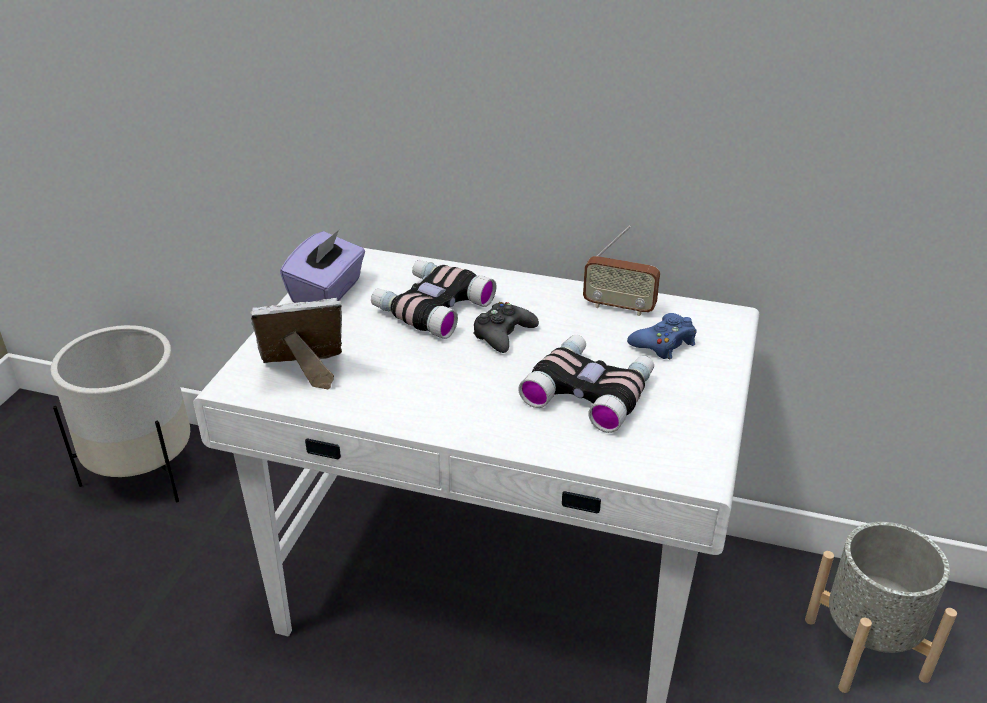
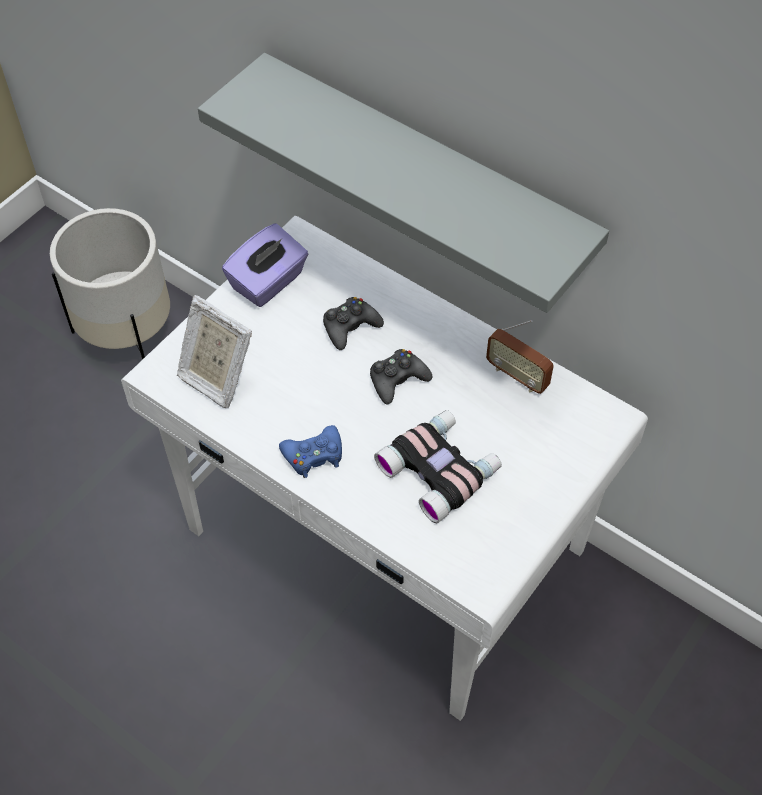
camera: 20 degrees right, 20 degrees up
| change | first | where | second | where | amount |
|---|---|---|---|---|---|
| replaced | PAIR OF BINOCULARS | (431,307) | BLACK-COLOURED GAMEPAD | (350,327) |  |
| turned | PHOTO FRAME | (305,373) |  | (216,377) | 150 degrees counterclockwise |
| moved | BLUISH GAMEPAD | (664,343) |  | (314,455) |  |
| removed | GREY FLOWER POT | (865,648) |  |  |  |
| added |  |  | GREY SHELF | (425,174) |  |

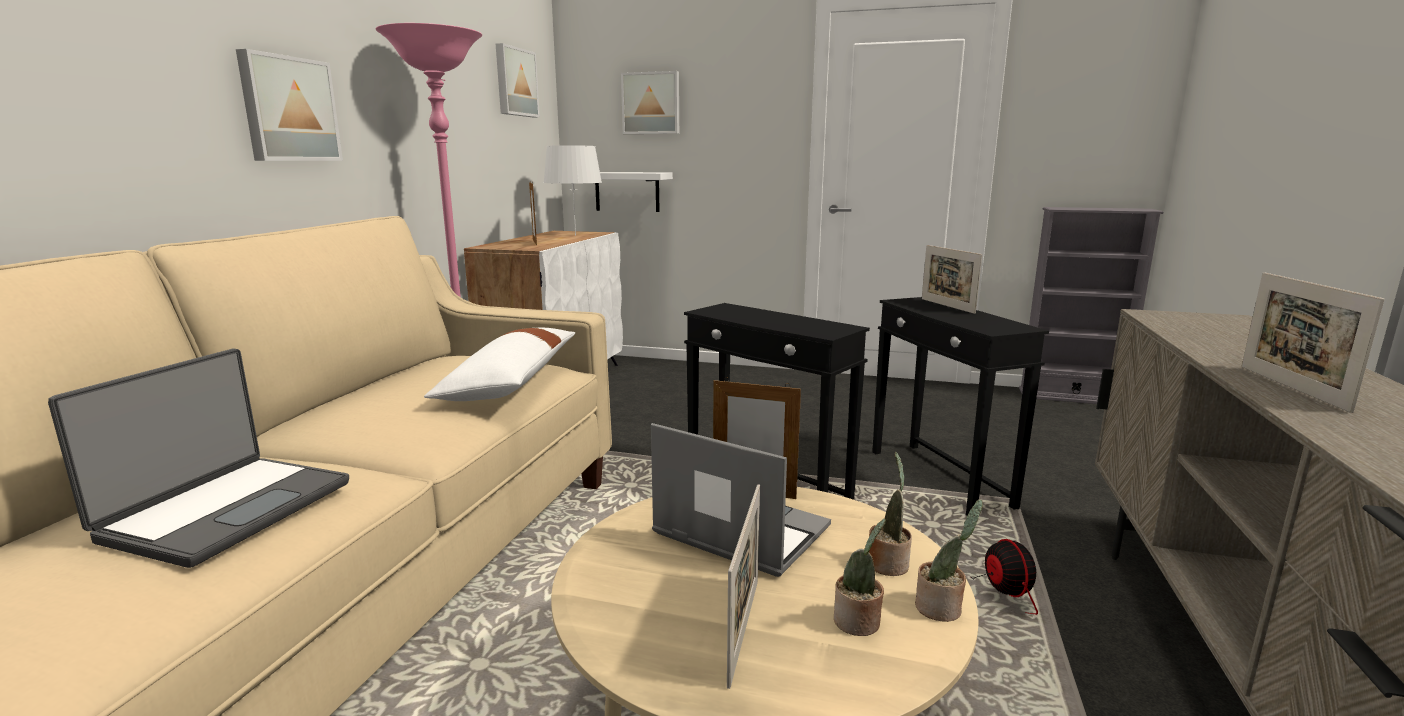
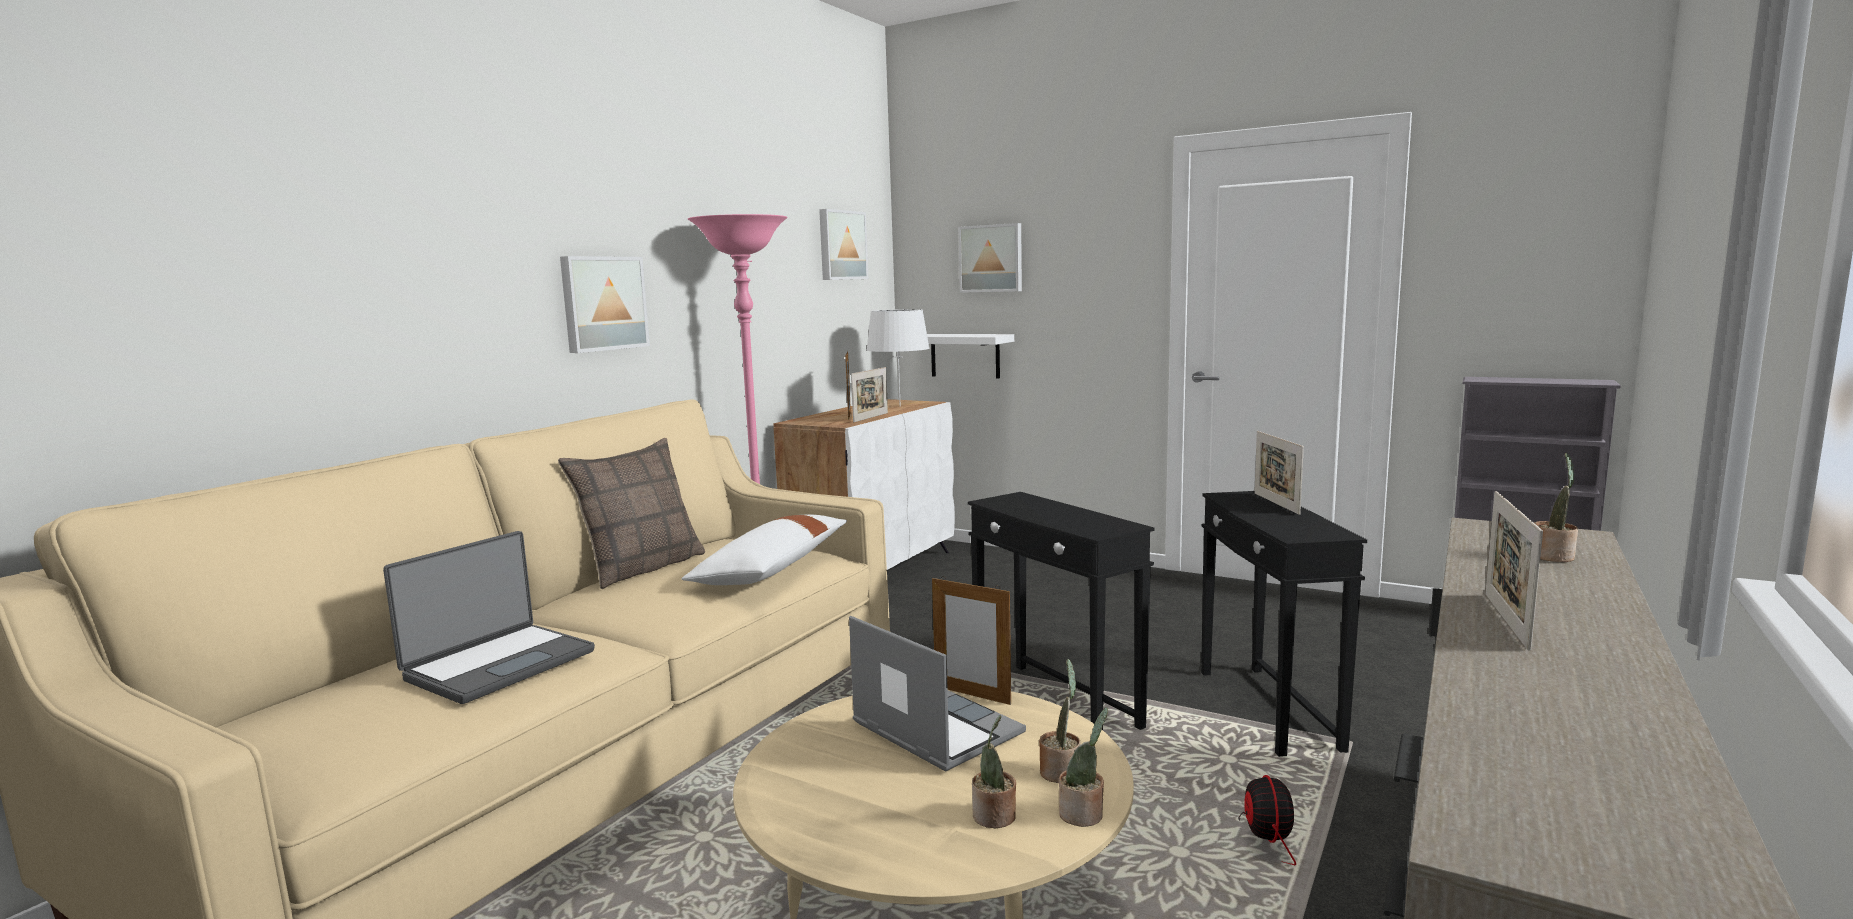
camera: 15 degrees right, 5 degrees down
| change | first | where | second | where | amount |
|---|---|---|---|---|---|
| moved | PHOTO FRAME | (743,629) |  | (871,417) |  |
| added |  |  | THROW PILLOW | (642,568) |  |
| added |  |  | HOUSEPLANT | (1553,556) |  |

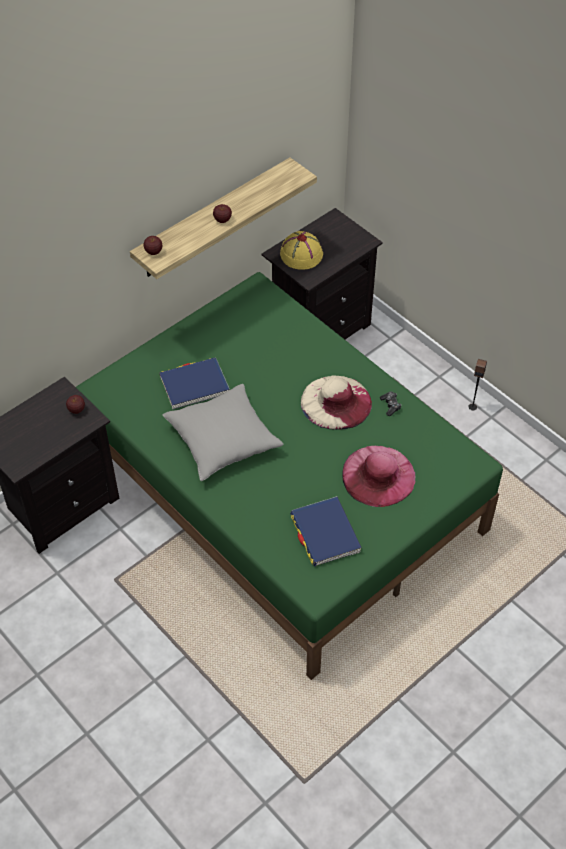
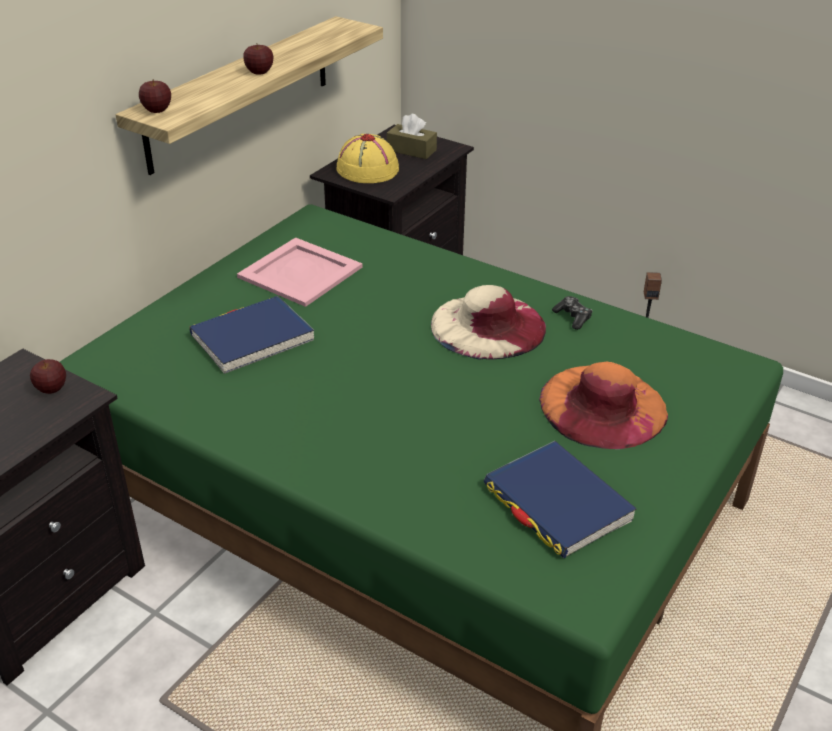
camera: 15 degrees left, 15 degrees down
| change | first | where | second | where | amount |
|---|---|---|---|---|---|
| removed | GREY THROW PILLOW | (223,440) |  |  |  |
| recoloured | PINKISH HAT | (378,475) | ORANGEY HAT | (602,406) |  |
| added |  |  | BROWN-COLOURED TISSUE BOX | (411,150) |  |
| added |  |  | PINKISH TRAY | (300,273) |  |

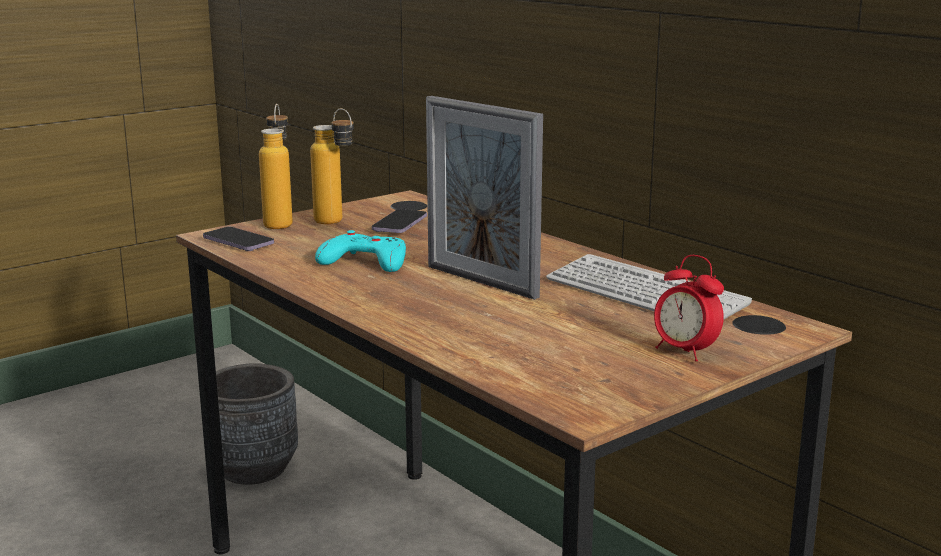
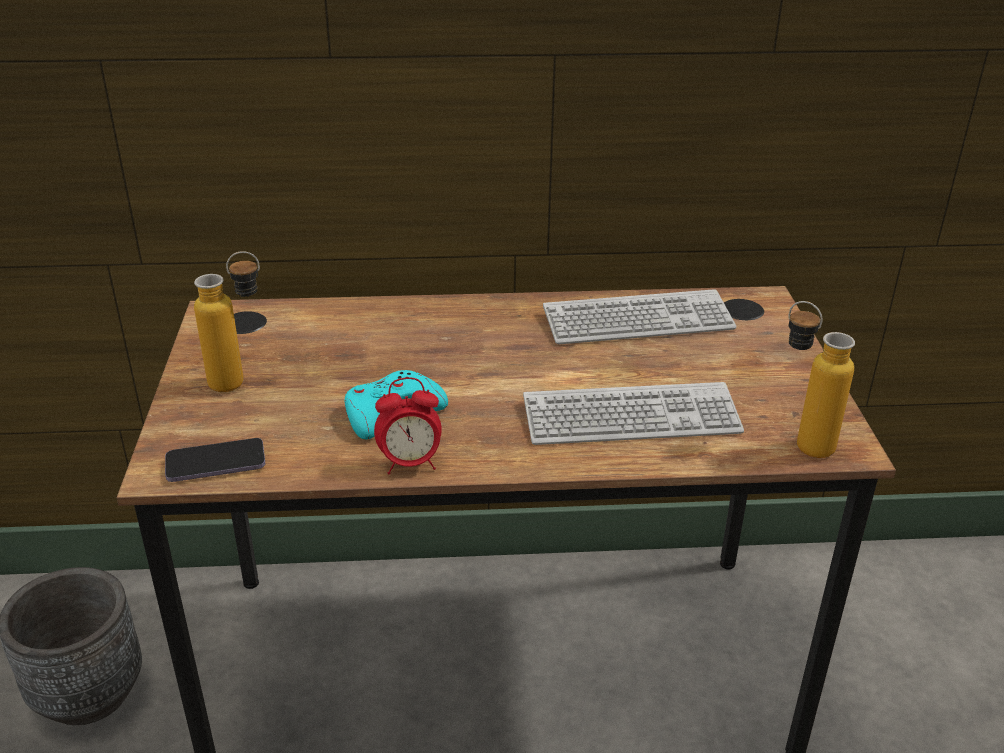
camera: 55 degrees left, 15 degrees up
| change | first | where | second | where | amount |
|---|---|---|---|---|---|
| removed | PHOTO FRAME | (481,281) |  |  |  |
| moved | DRINK BOTTLE | (280,222) |  | (800,442) |  |
| removed | HANDSET | (400,224) |  |  |  |
| moved | BEDSIDE CLOCK | (685,352) |  | (410,463) |  |
| added |  |  | KEYBOARD | (631,417) |  |

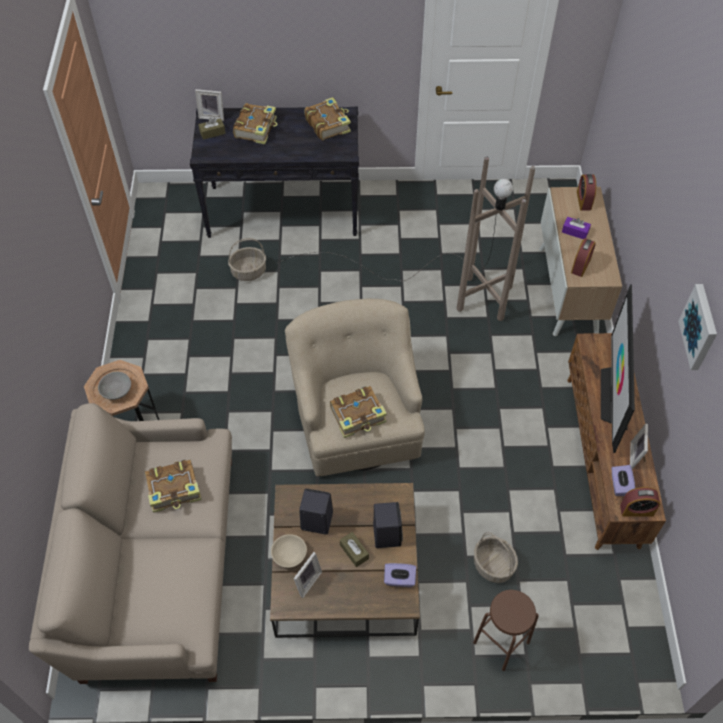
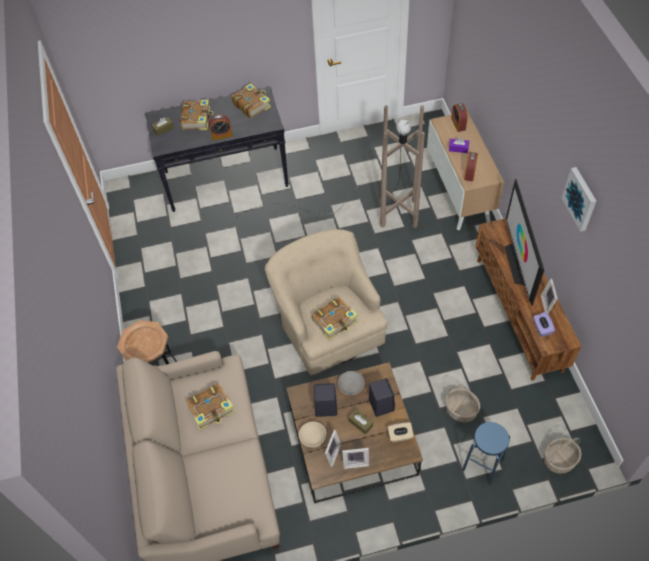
camera: 10 degrees left, 0 degrees up
| change | first | where | second | where | amount |
|---|---|---|---|---|---|
| moved | PHOTO FRAME | (212,115) |  | (355,461) |  |
| moved | STORAGE BASKET | (249,271) |  | (559,459) |  |
| moved | GREY BOWL | (116,391) |  | (351,386) |  |
| moved | BEDSIDE CLOCK | (636,510) |  | (221,135) |  |
| recoloured | PURPLE-COLOURED TISSUE BOX | (399,579) | BEIGE TISSUE BOX | (400,436) |  |
| recoloured | BROWN-COLOURED STOOL SEAT | (501,643) | BLUISH STOOL SEAT | (482,465) |  |

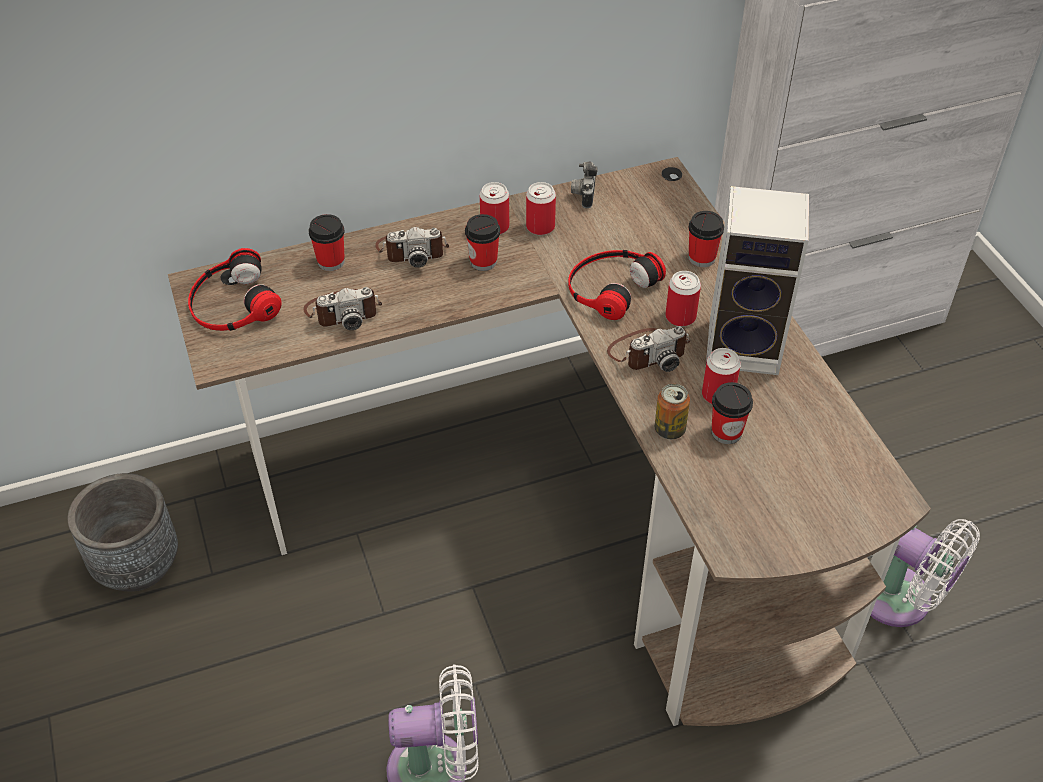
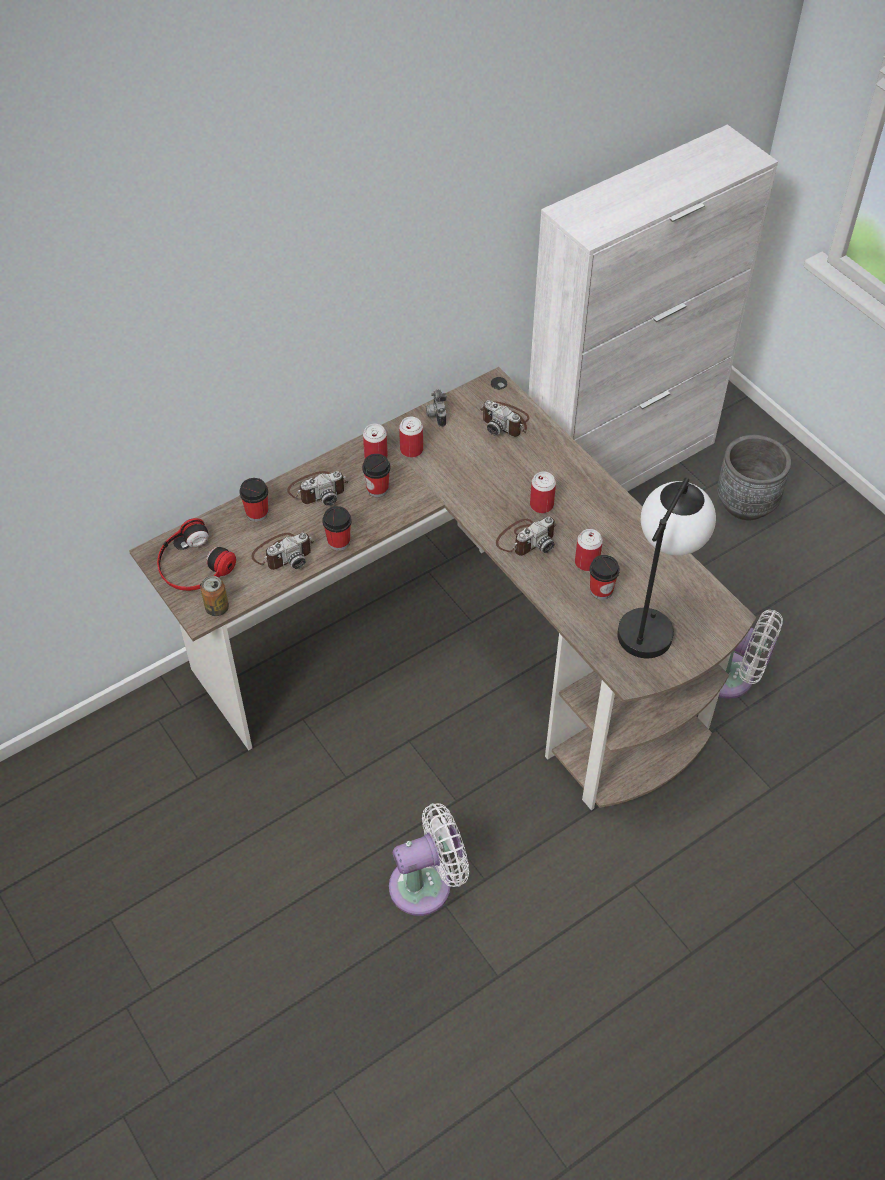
camera: 15 degrees left, 5 degrees up
| change | first | where | second | where | amount |
|---|---|---|---|---|---|
| removed | LOUDSPEAKER | (746,346) |  |  |  |
| moved | SMALL CUP | (701,258) |  | (339,542) |  |
| removed | PAIR OF HEADPHONES | (610,286) |  |  |  |
| moved | METAL CAN | (669,429) |  | (217,608) |  |
| moved | GREY FLOWER POT | (138,565) |  | (746,503) |  |
| added |  |  | STILL CAMERA | (505,421) |  |
| added |  |  | TABLE LAMP | (653,618) |  |

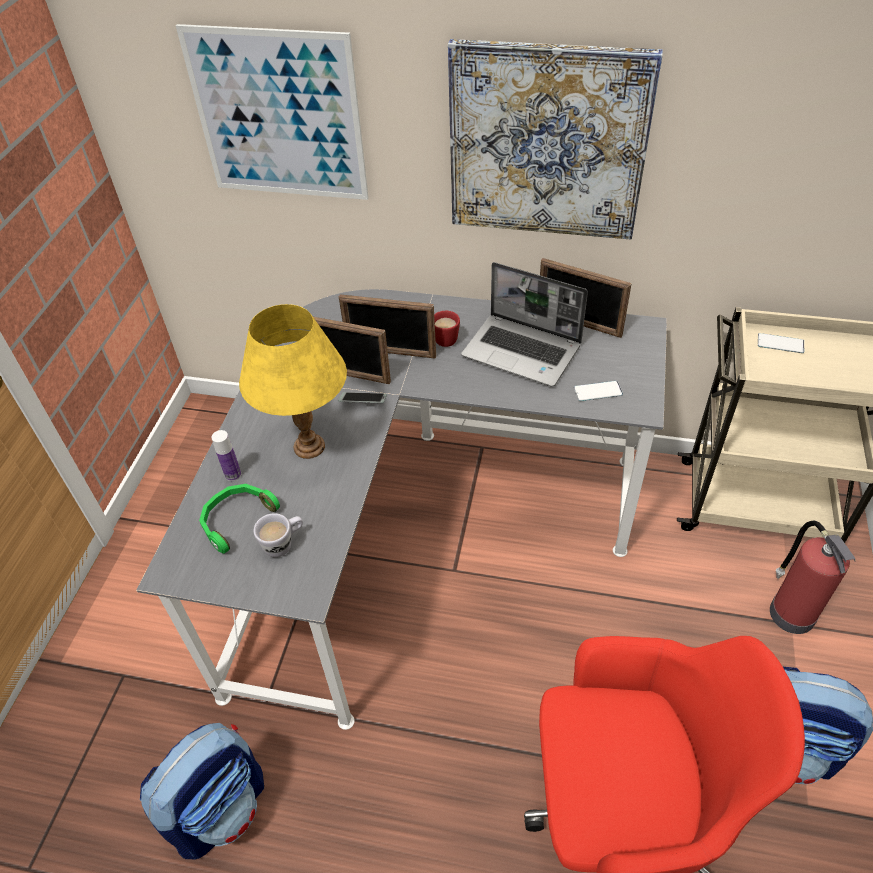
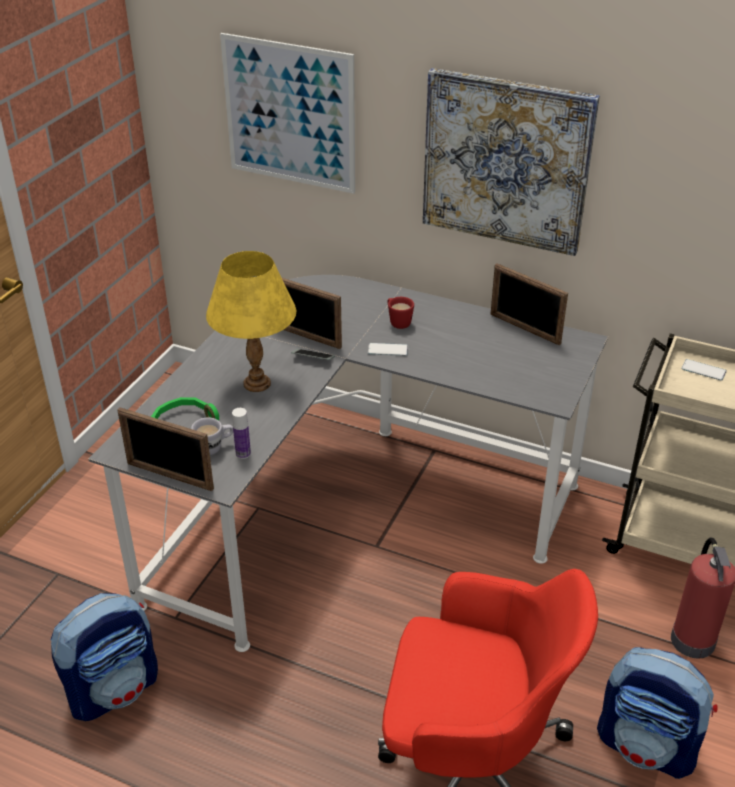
camera: 10 degrees right, 10 degrees down
| change | first | where | second | where | amount |
|---|---|---|---|---|---|
| removed | NOTEBOOK COMPUTER | (523,351) |  |  |  |
| moved | PHOTO FRAME | (391,352) |  | (169,476) |  |
| moved | HANDSET | (598,391) |  | (388,350) |  |
| moved | DRINK BOTTLE | (233,475) |  | (243,454) |  |

